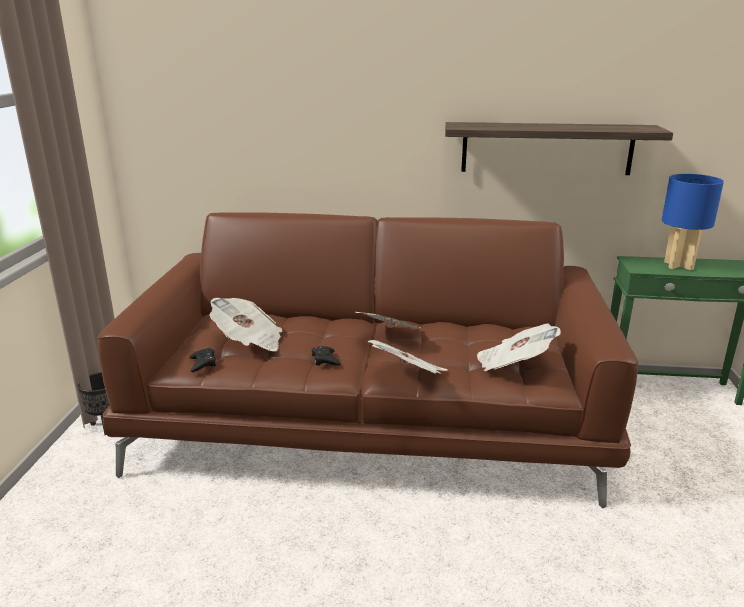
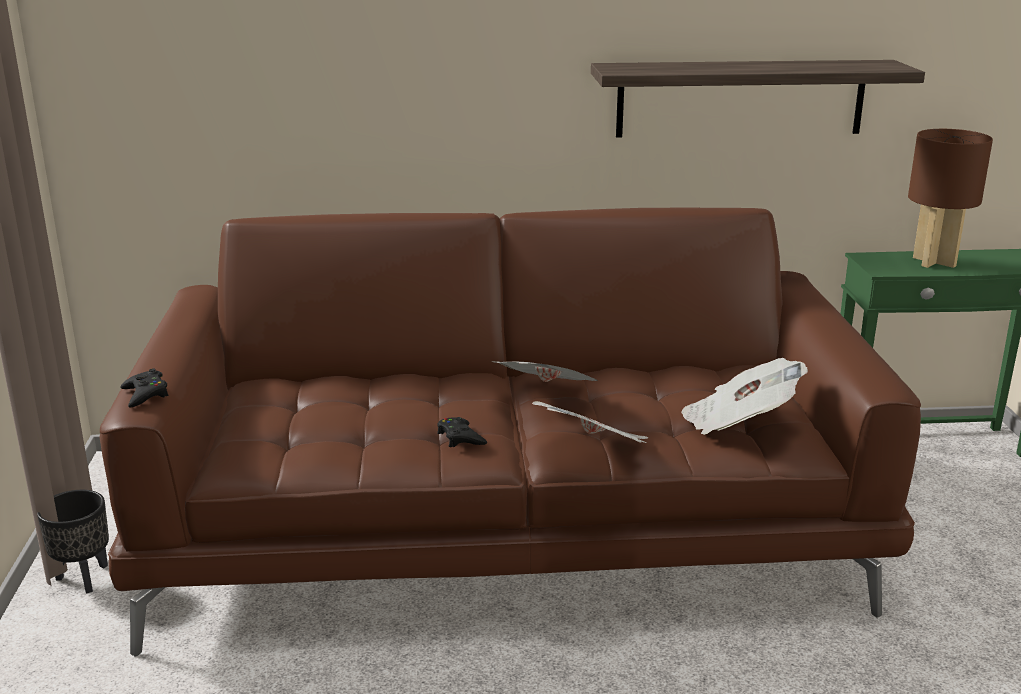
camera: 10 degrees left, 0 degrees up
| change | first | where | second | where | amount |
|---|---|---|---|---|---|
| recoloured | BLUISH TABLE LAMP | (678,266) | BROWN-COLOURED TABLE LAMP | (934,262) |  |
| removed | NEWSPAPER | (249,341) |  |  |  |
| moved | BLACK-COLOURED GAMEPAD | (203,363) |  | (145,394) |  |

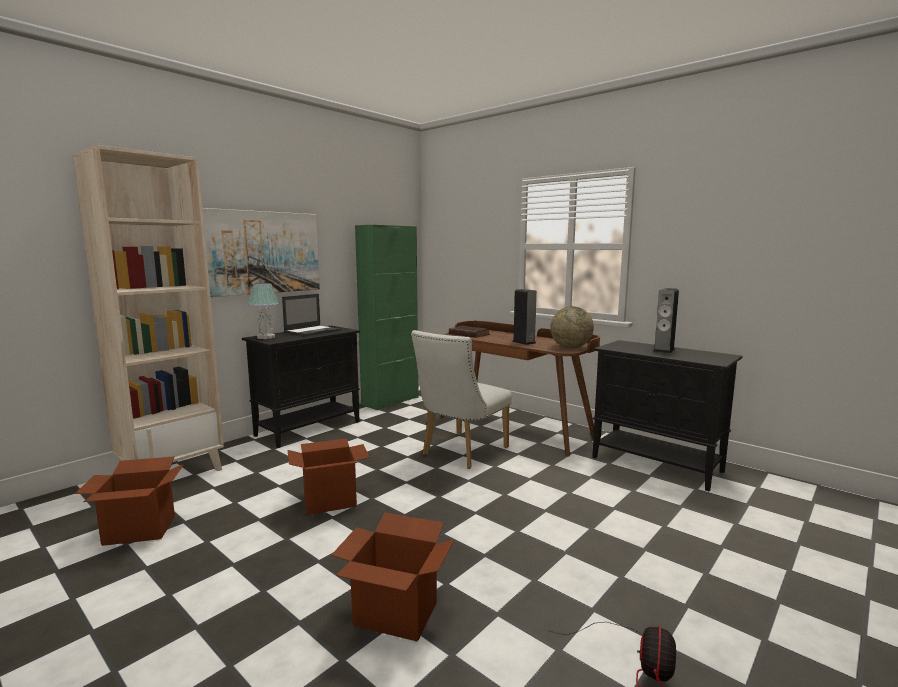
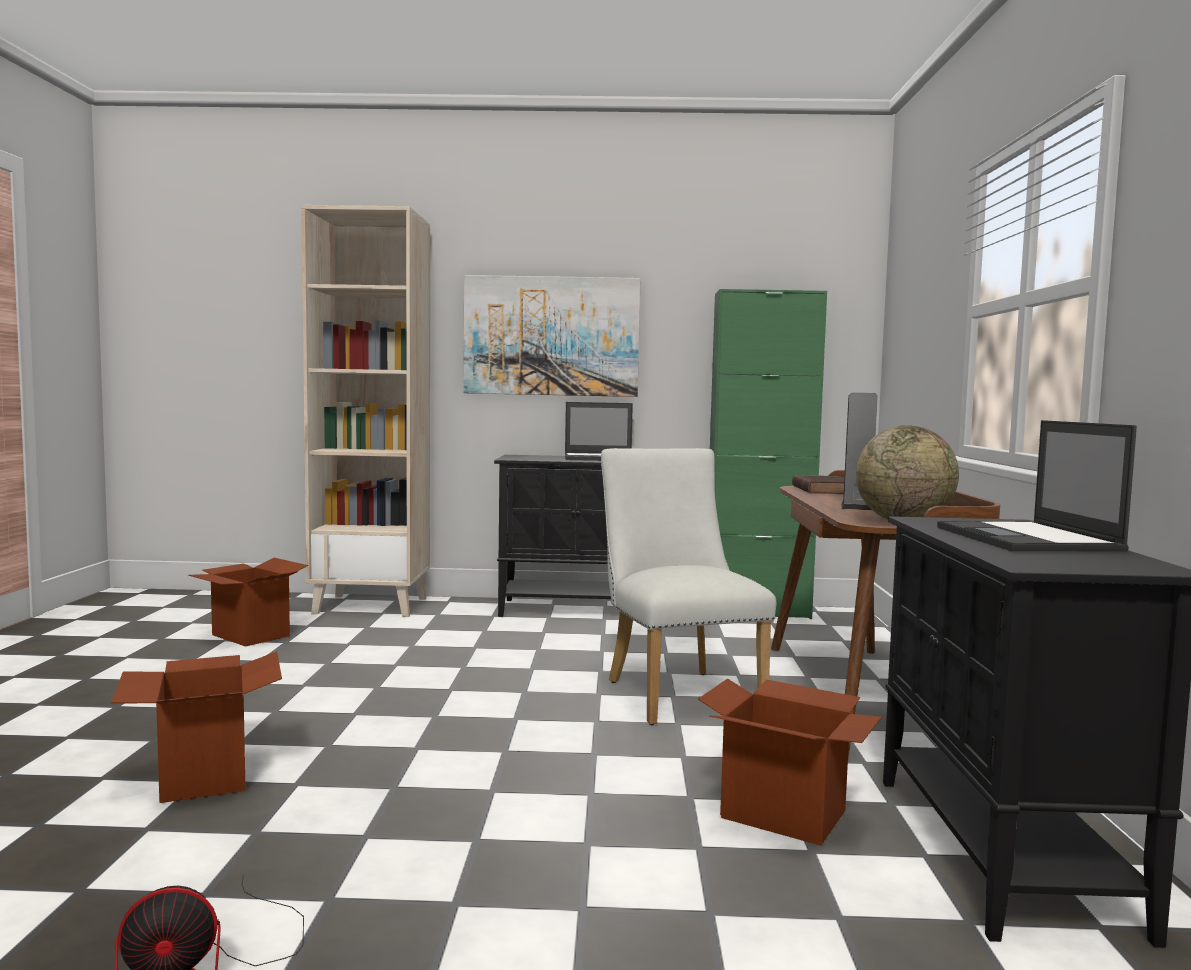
camera: 50 degrees right, 5 degrees down
| change | first | where | second | where | amount |
|---|---|---|---|---|---|
| removed | TABLE LAMP | (266,337) |  |  |  |
| replaced | LOUDSPEAKER | (664,350) | NOTEBOOK COMPUTER | (1027,539) |  |
| turned | WHITISH UPRIGHT CHAIR | (460,453) |  | (677,692) | 75 degrees clockwise |
| moved | PACKING BOX | (330,501) |  | (784,815) |  |

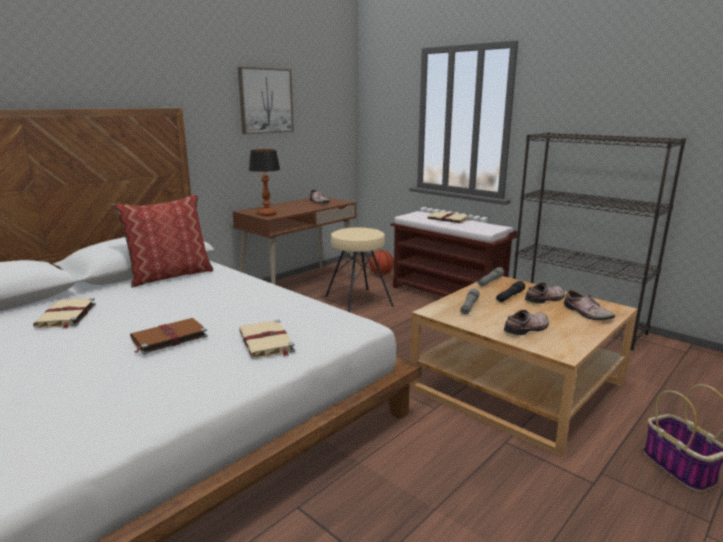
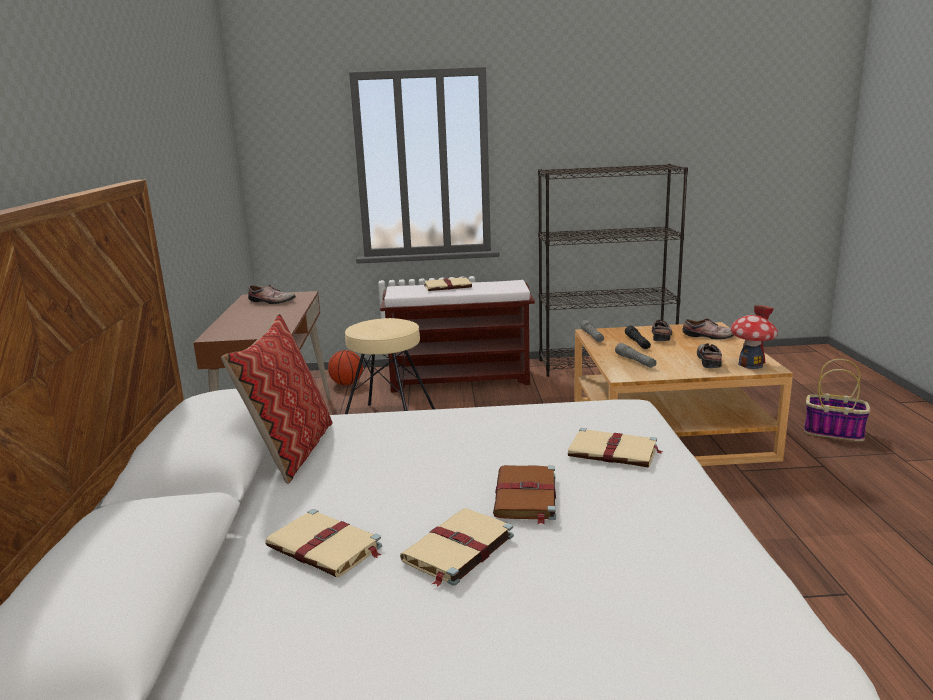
camera: 45 degrees left, 0 degrees up
| change | first | where | second | where | amount |
|---|---|---|---|---|---|
| removed | WALL PICTURE | (265,101) |  |  |  |
| removed | TABLE LAMP | (266,214) |  |  |  |
| added |  |  | MINIATURE HOUSE | (750,365) |  |
| added |  |  | BEIGE BOOK | (457,549) |  |

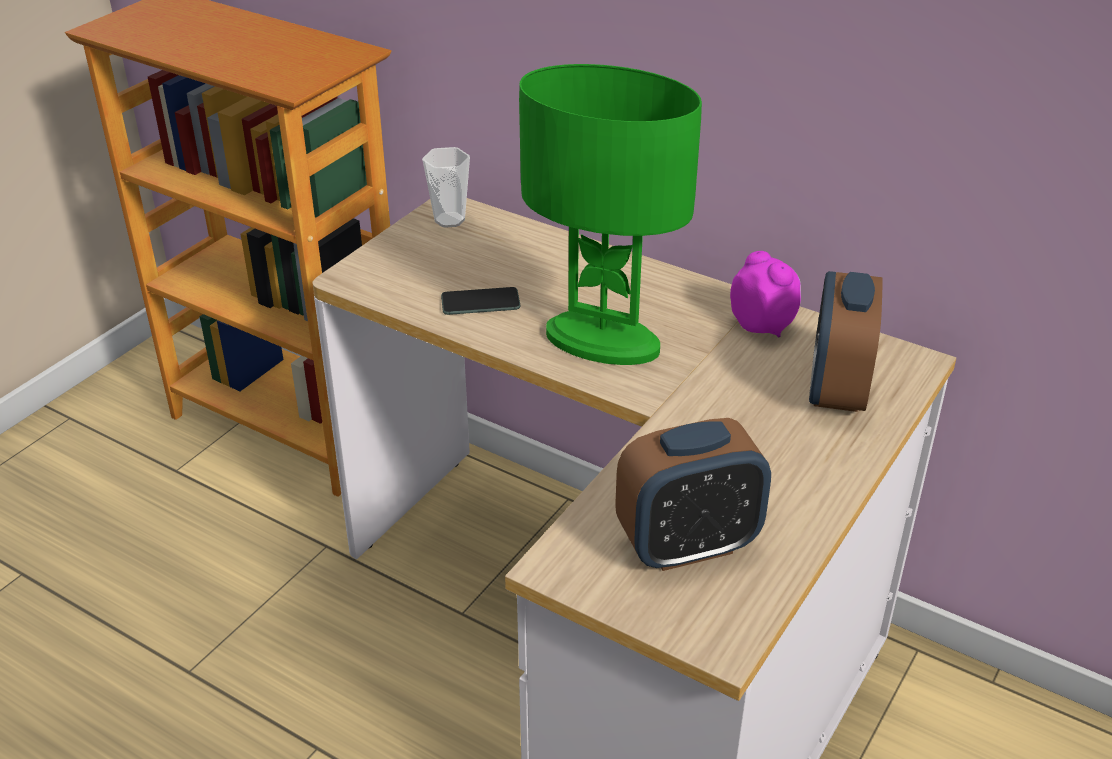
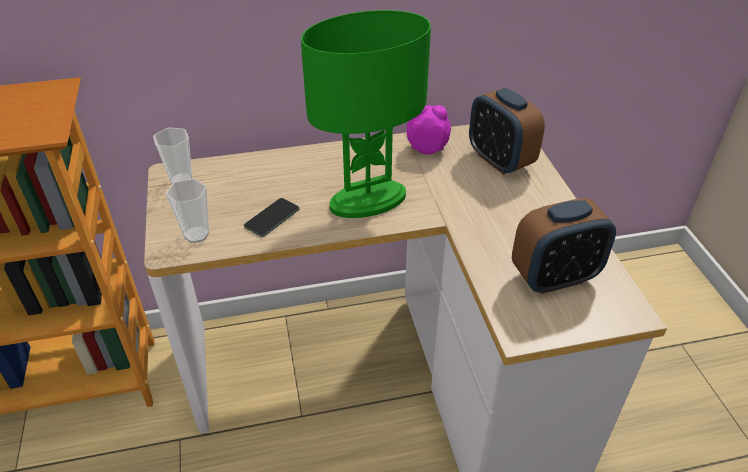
camera: 45 degrees left, 5 degrees up
| change | first | where | second | where | amount |
|---|---|---|---|---|---|
| turned | BEDSIDE CLOCK | (688,545) |  | (554,277) | 45 degrees clockwise |
| added |  |  | SMALL CUP | (196,235) |  |

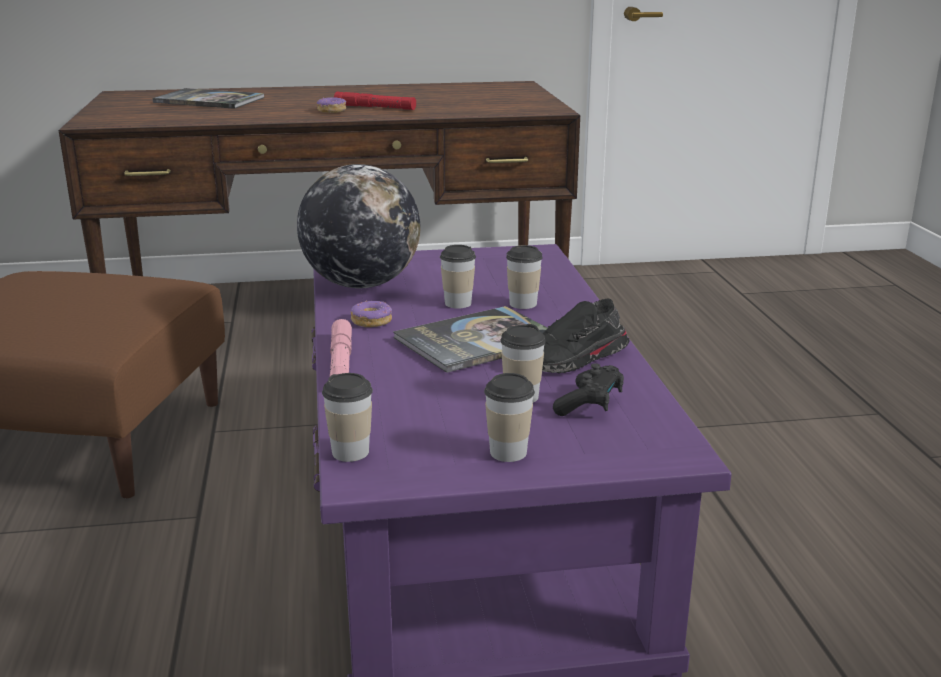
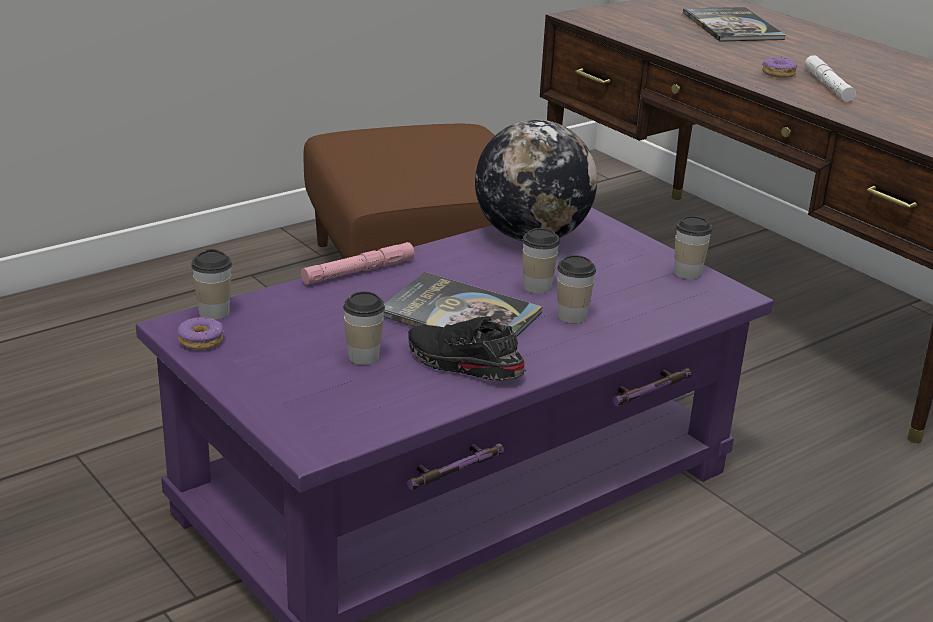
camera: 60 degrees right, 5 degrees up
| change | first | where | second | where | amount |
|---|---|---|---|---|---|
| recoloured | RED TORCH | (375,107) | WHITISH TORCH | (828,85) |  |
| moved | DONUT | (371,321) |  | (201,341) |  |
| removed | BLACK-COLOURED GAMEPAD | (589,404) |  |  |  |
| moved | SMALL CUP | (508,452) |  | (687,273) |  |

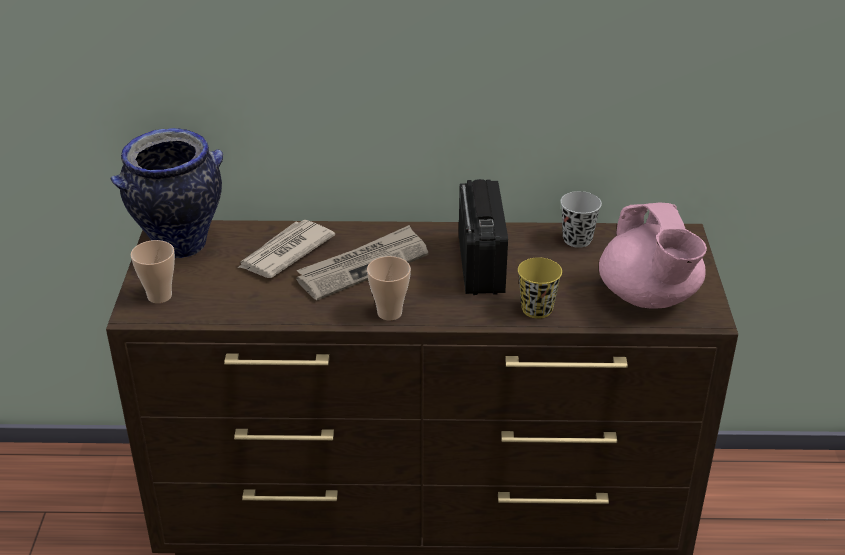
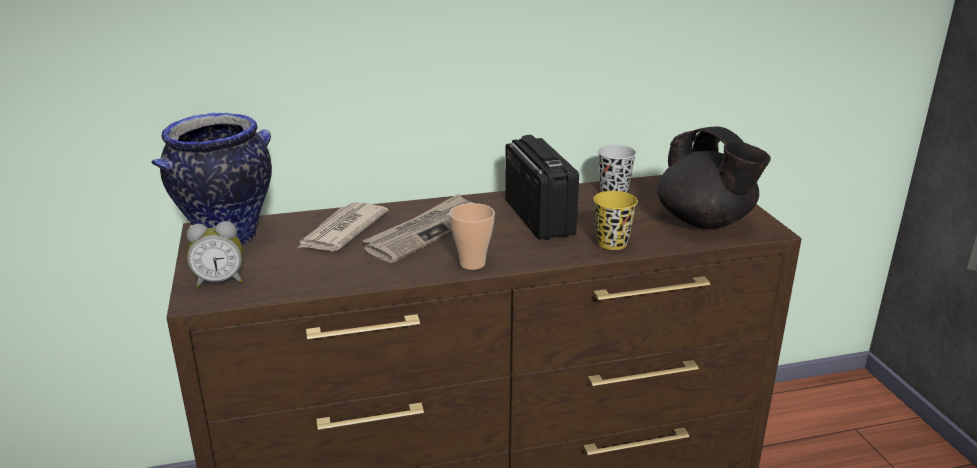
camera: 15 degrees left, 10 degrees down
| change | first | where | second | where | amount |
|---|---|---|---|---|---|
| recoloured | PINKISH TEAPOT | (649,297) | BLACK-COLOURED TEAPOT | (705,222) |  |
| replaced | SMALL CUP | (159,296) | BEDSIDE CLOCK | (220,281) |  |

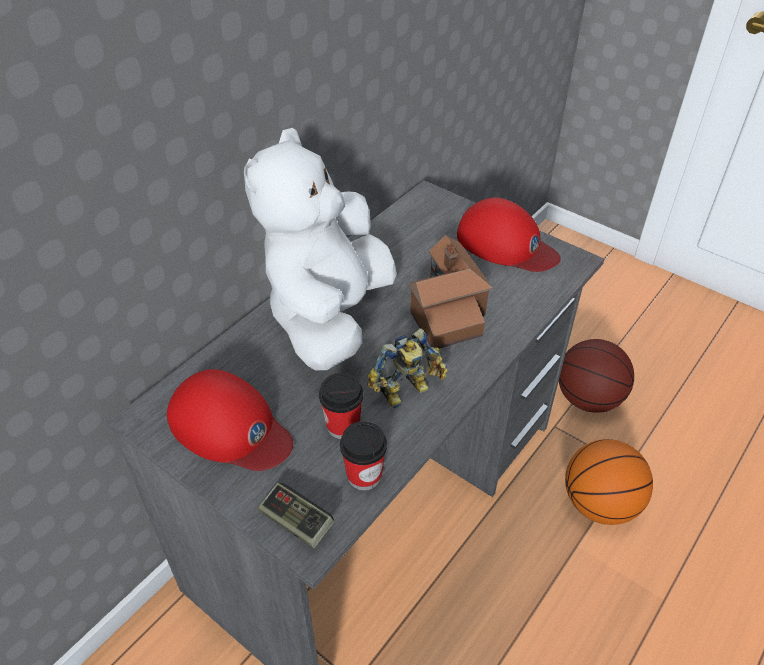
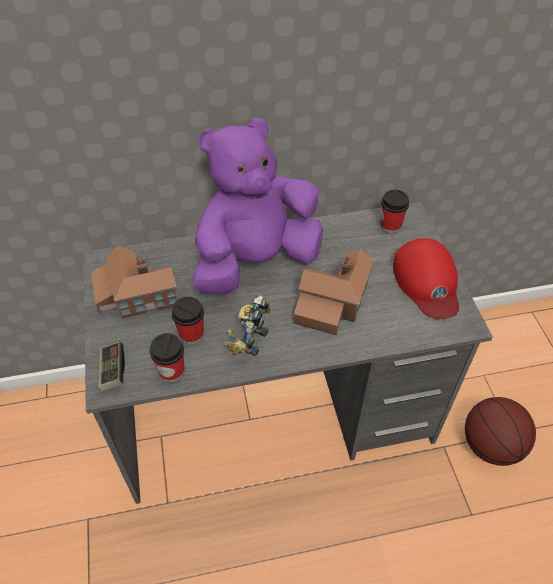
camera: 40 degrees right, 5 degrees up
| change | first | where | second | where | amount |
|---|---|---|---|---|---|
| recoloured | WHITISH CUDDLY TOY | (329,316) | PURPLE-COLOURED CUDDLY TOY | (256,261) |  |
| turned | TOY ROBOT | (407,392) |  | (249,339) | 105 degrees clockwise |
| replaced | RED BASEBALL CAP | (230,427) | MINIATURE HOUSE | (135,294) |  |
| removed | BALL FOR BASKETBALL | (599,504) |  |  |  |
| added |  |  | SMALL CUP | (390,226) |  |

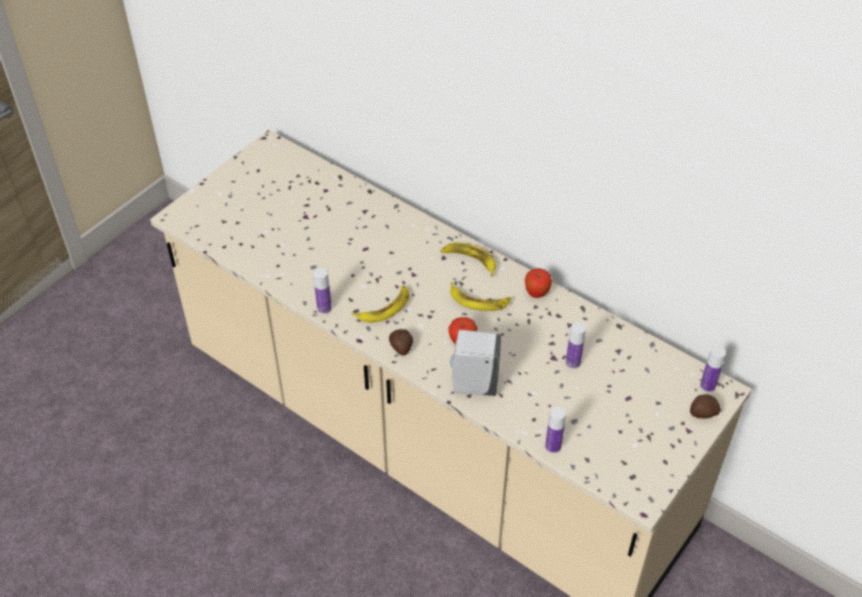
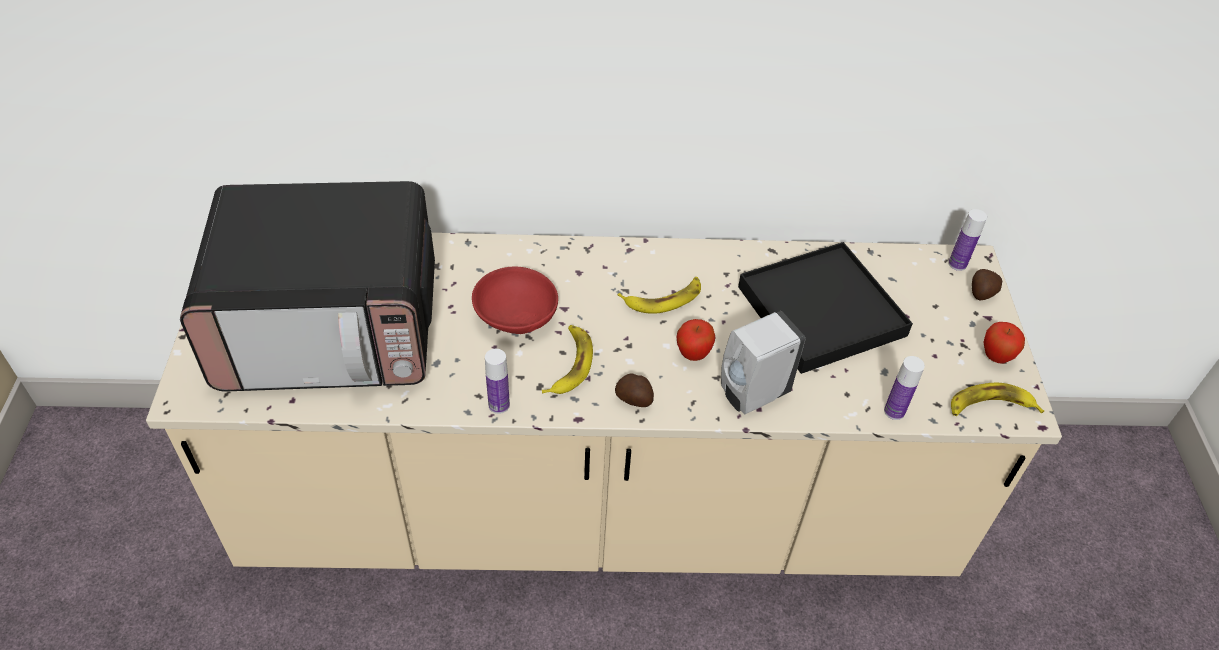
camera: 40 degrees left, 0 degrees up
| change | first | where | second | where | amount |
|---|---|---|---|---|---|
| moved | WHOLE BANANA | (469,260) |  | (990,406) |  |
| moved | APPLE FRUIT | (536,294) |  | (996,357) |  |
| replaced | DRINK BOTTLE | (573,362) | BLACK-COLOURED TRAY | (821,311) |  |
| added |  |  | KITCHEN MICROWAVE | (332,328) |  |
| added |  |  | RED BOWL | (516,316) |  |

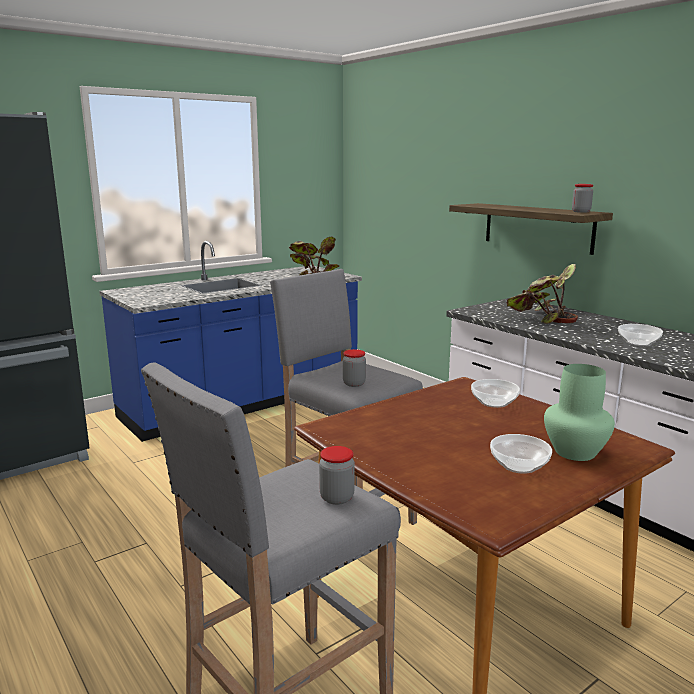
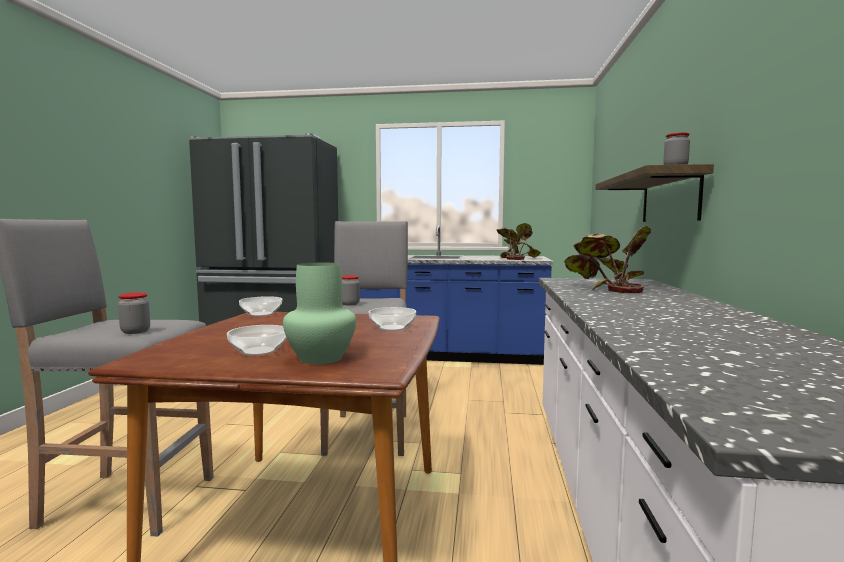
camera: 45 degrees right, 10 degrees down
| change | first | where | second | where | amount |
|---|---|---|---|---|---|
| moved | BOWL | (639,343) |  | (261,314) |  |

